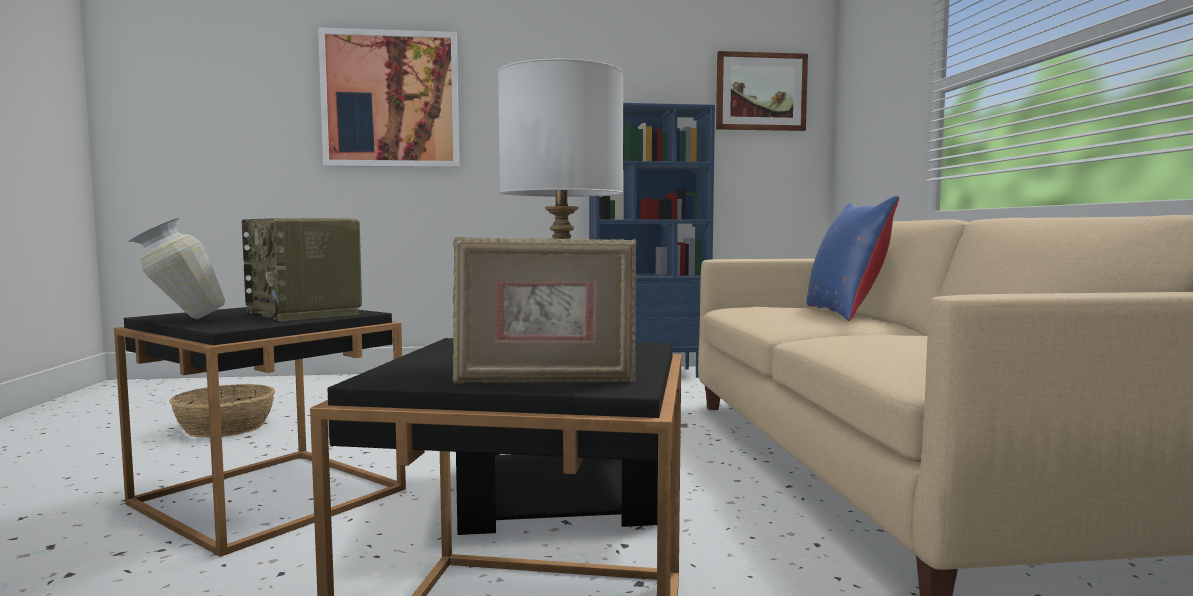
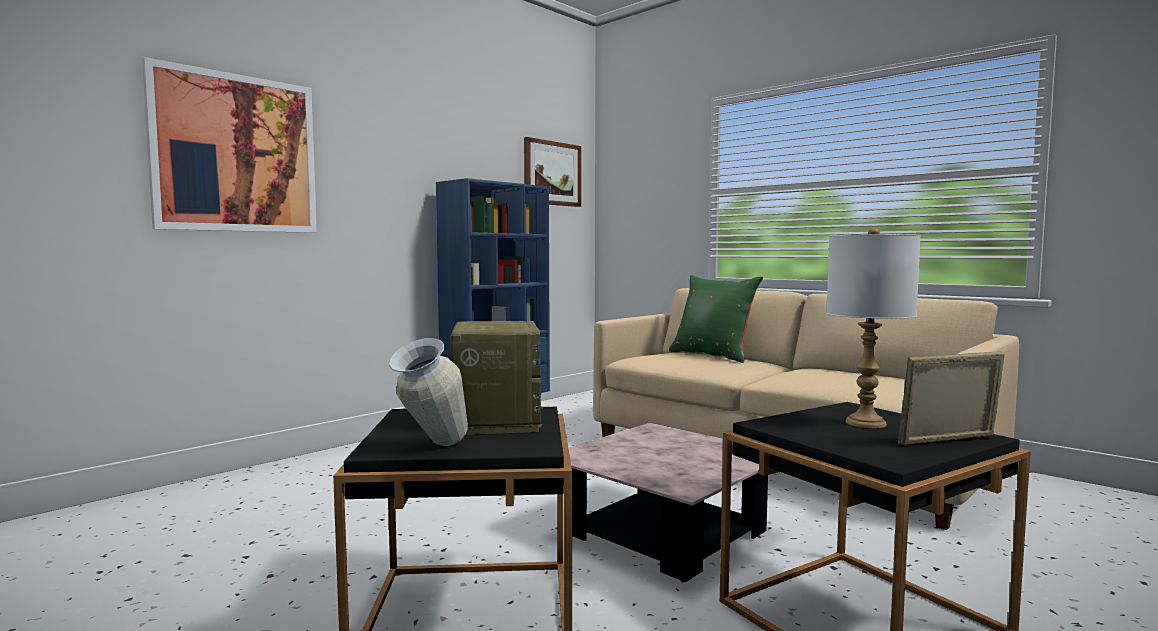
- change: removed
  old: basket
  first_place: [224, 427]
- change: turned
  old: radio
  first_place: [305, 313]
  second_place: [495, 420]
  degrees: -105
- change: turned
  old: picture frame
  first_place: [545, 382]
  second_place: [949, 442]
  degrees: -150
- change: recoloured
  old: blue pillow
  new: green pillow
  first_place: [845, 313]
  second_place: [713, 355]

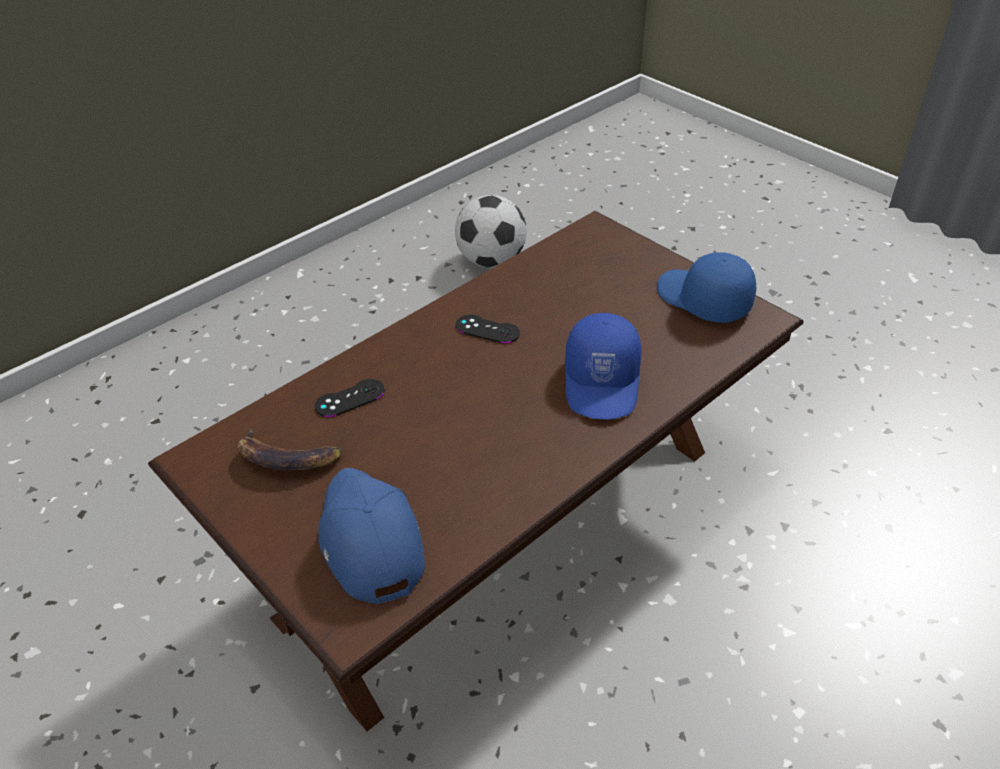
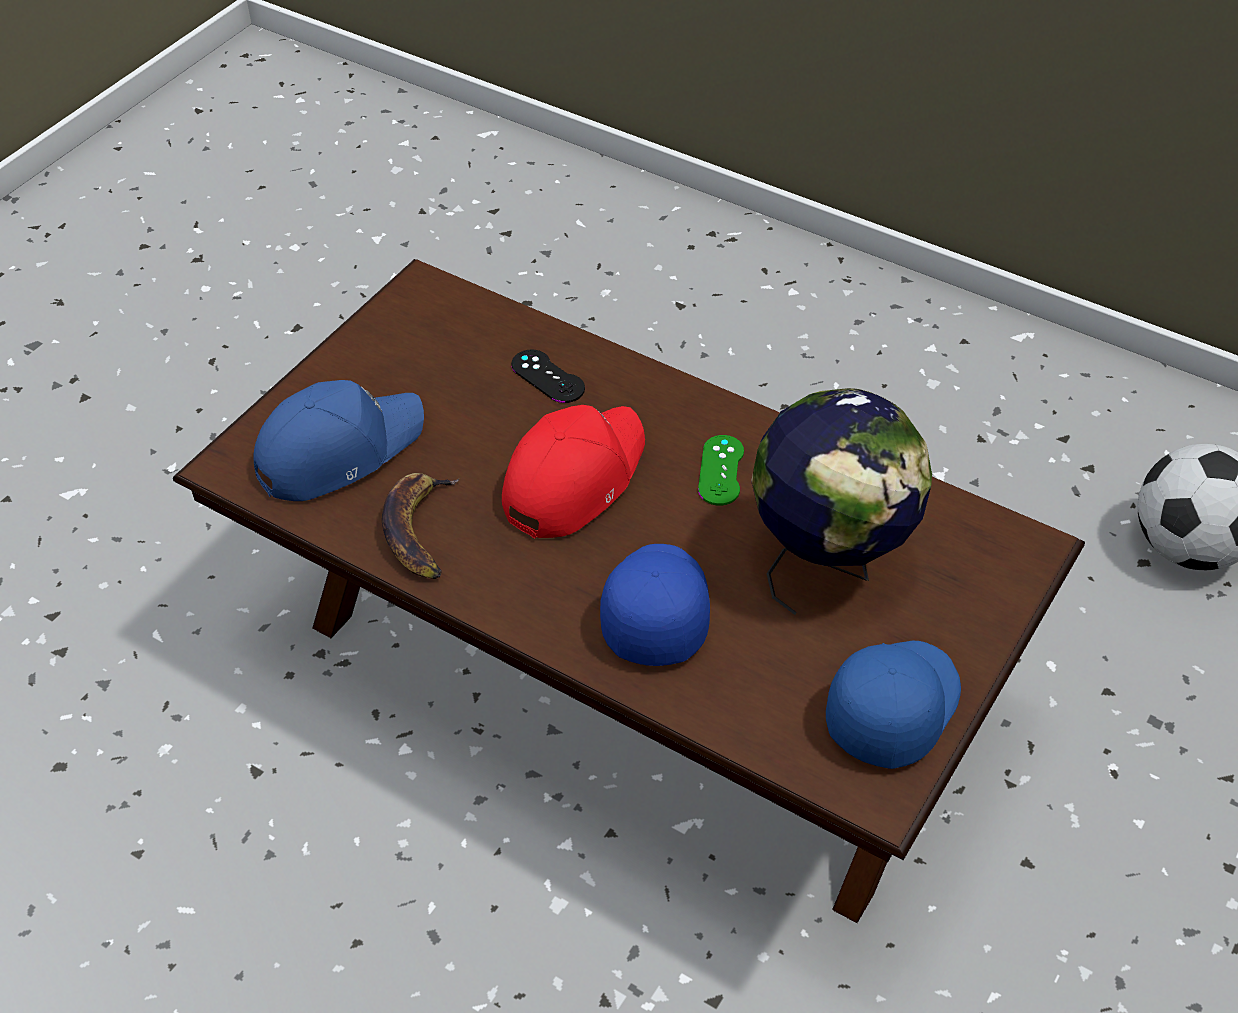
- change: moved
  old: banana
  first_place: [286, 458]
  second_place: [419, 530]
- change: recoloured
  old: black game controller
  new: green game controller
  first_place: [487, 329]
  second_place: [721, 470]
- change: turned
  old: blue cap
  first_place: [603, 382]
  second_place: [654, 610]
  degrees: 105
- change: added
  new: red cap
  second_place: [573, 478]
- change: added
  new: globe
  second_place: [829, 566]

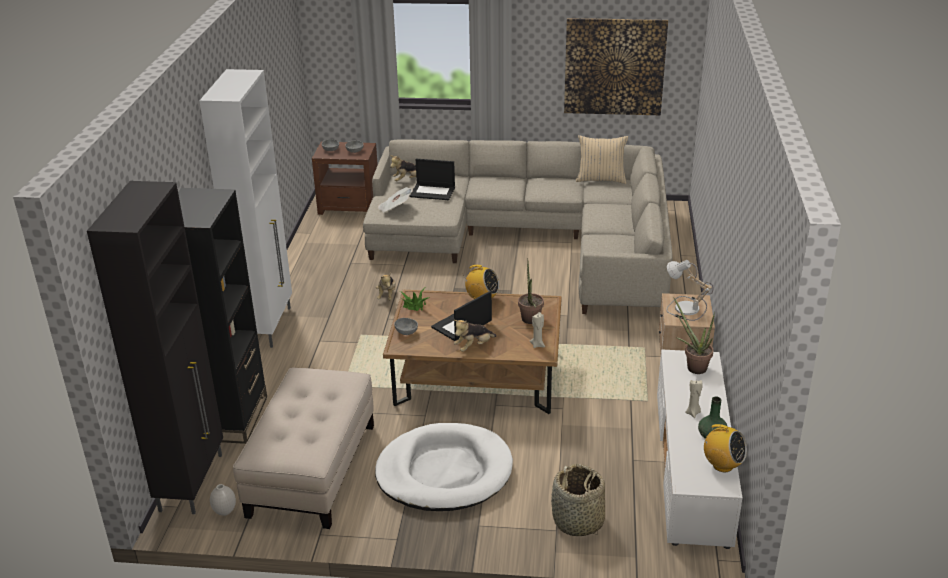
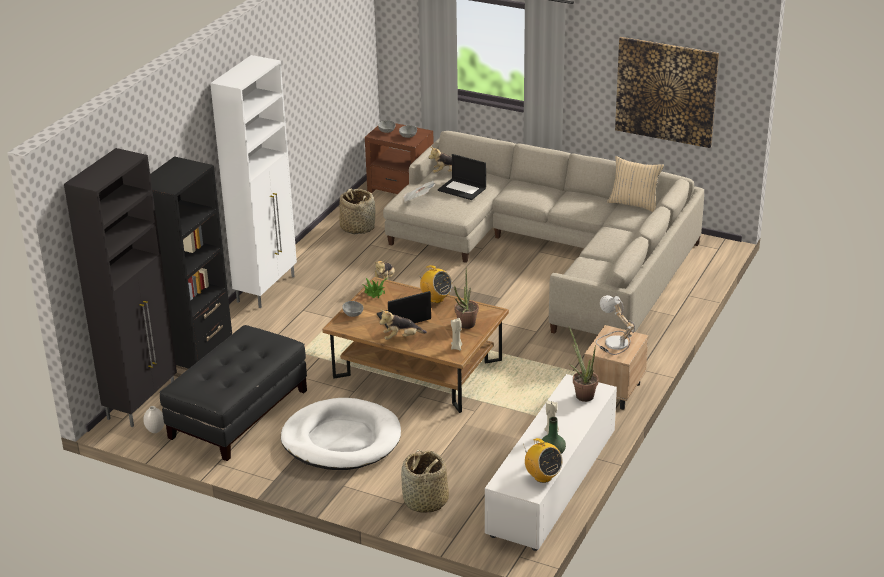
- change: recoloured
  old: beige ottoman
  new: black ottoman
  first_place: [311, 469]
  second_place: [238, 413]
- change: added
  new: basket
  second_place: [357, 227]

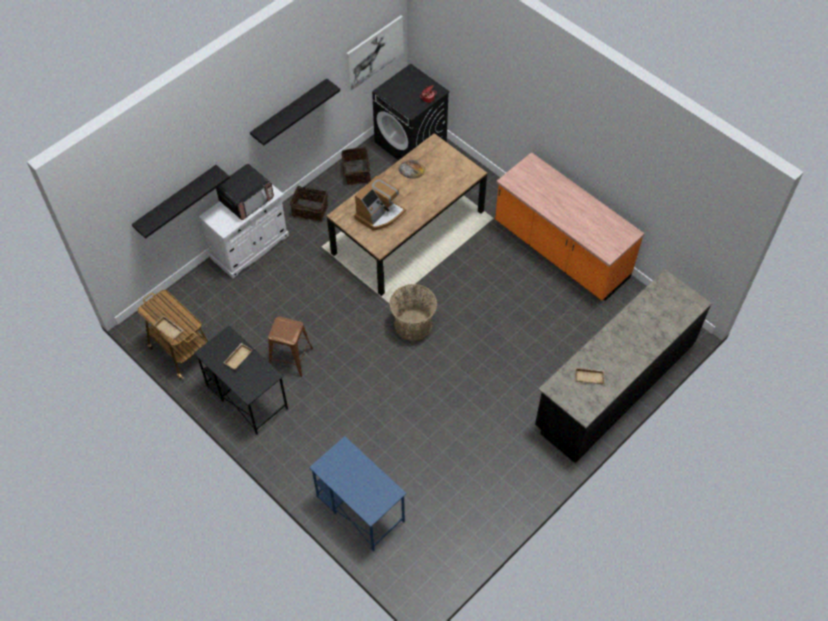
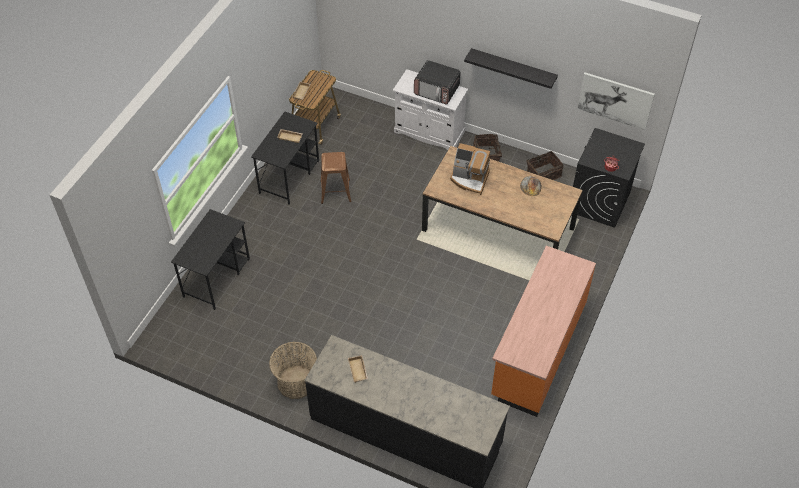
- change: removed
  old: black shelf
  first_place: [176, 200]
- change: recoloured
  old: blue desk
  new: black desk
  first_place: [359, 508]
  second_place: [217, 277]
- change: moved
  old: basket
  first_place: [413, 325]
  second_place: [296, 382]

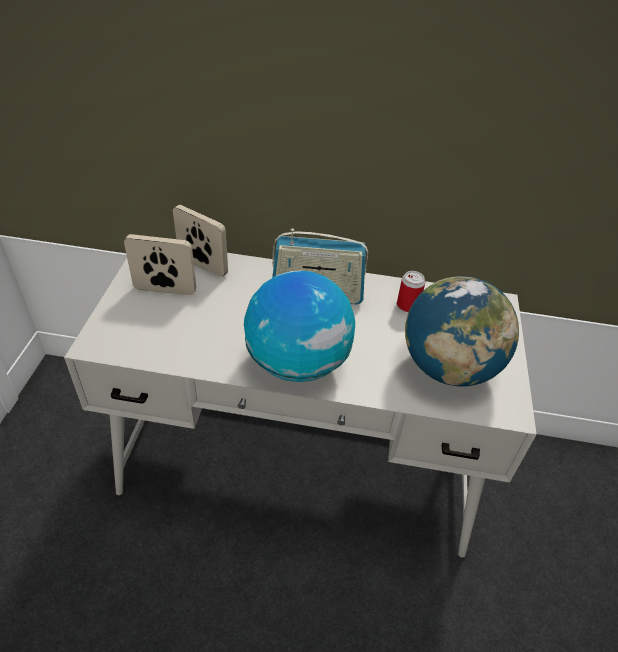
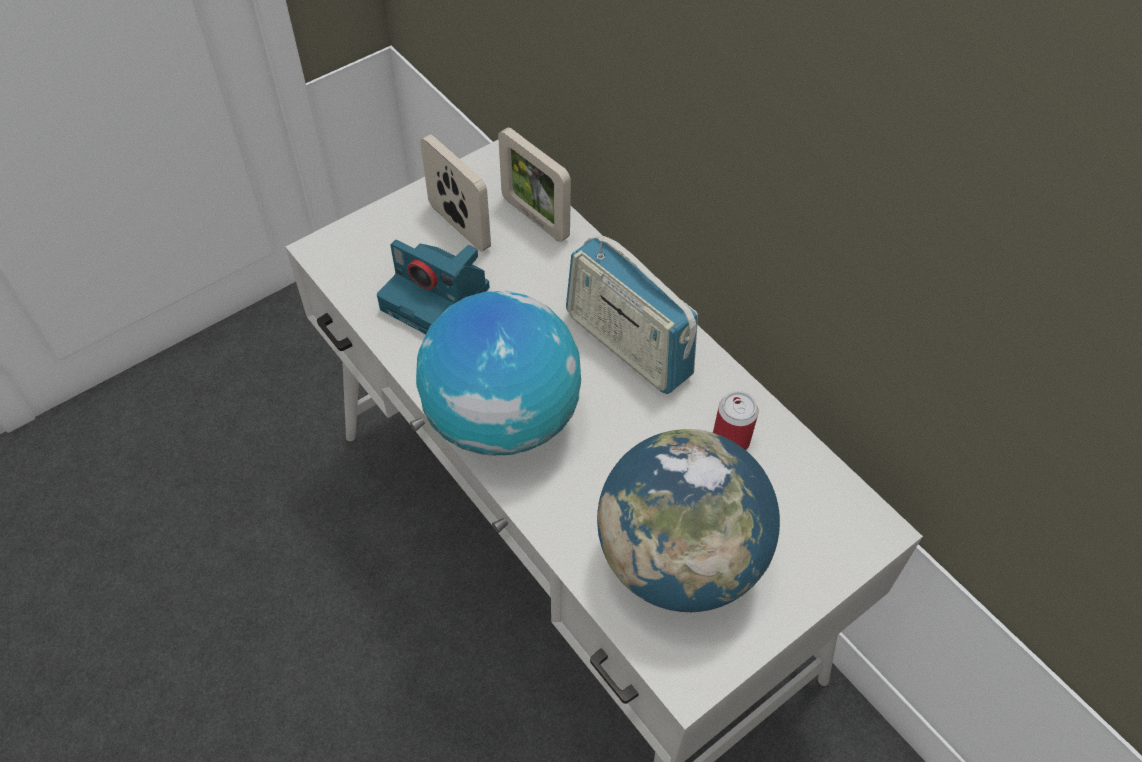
- change: turned
  old: picture frame
  first_place: [203, 265]
  second_place: [535, 218]
  degrees: 150
- change: added
  new: photo camera
  second_place: [438, 298]

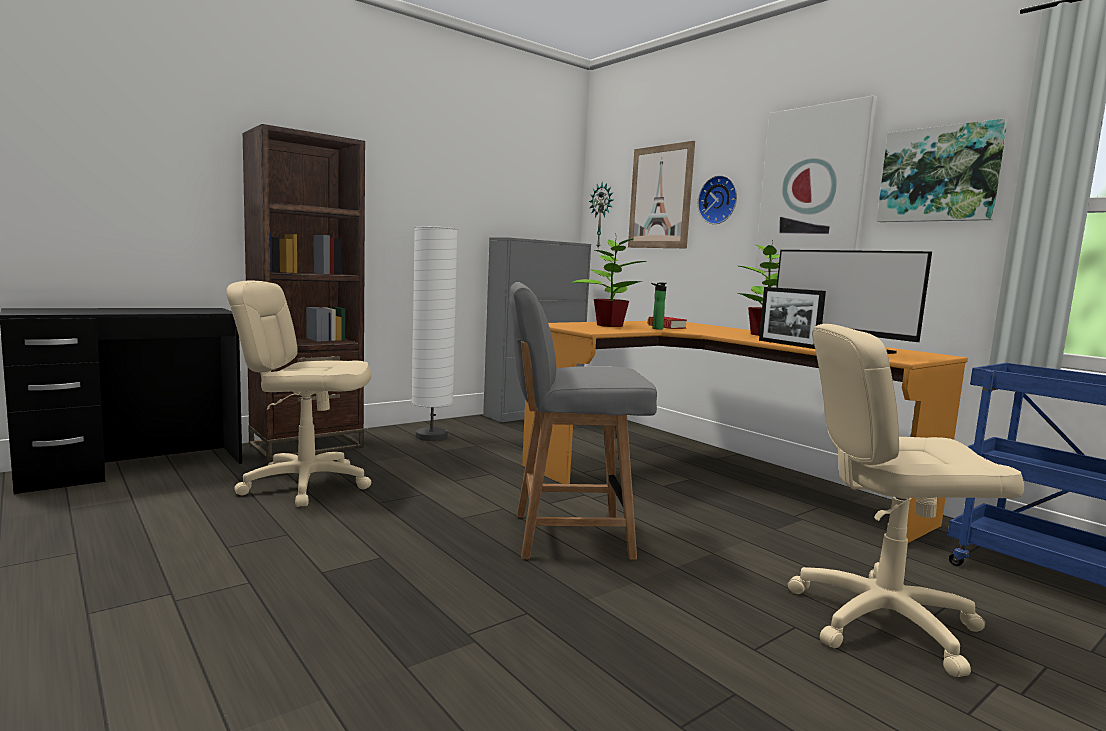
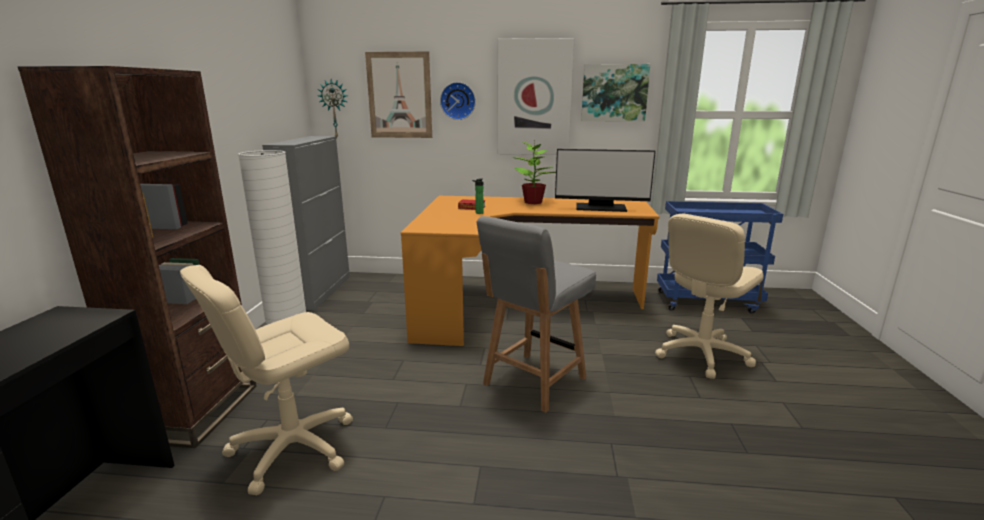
- change: removed
  old: potted plant
  first_place: [609, 325]
- change: removed
  old: picture frame
  first_place: [787, 344]

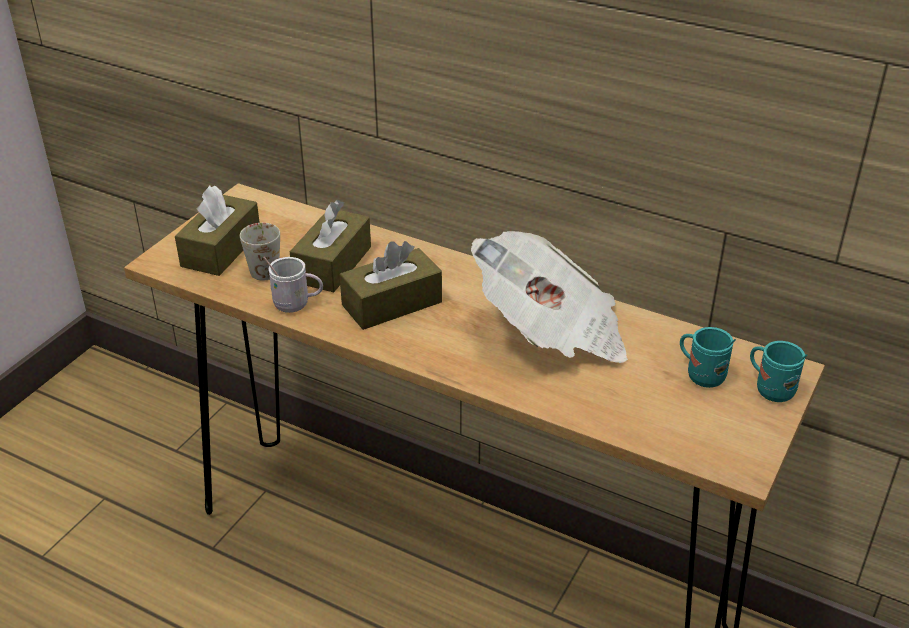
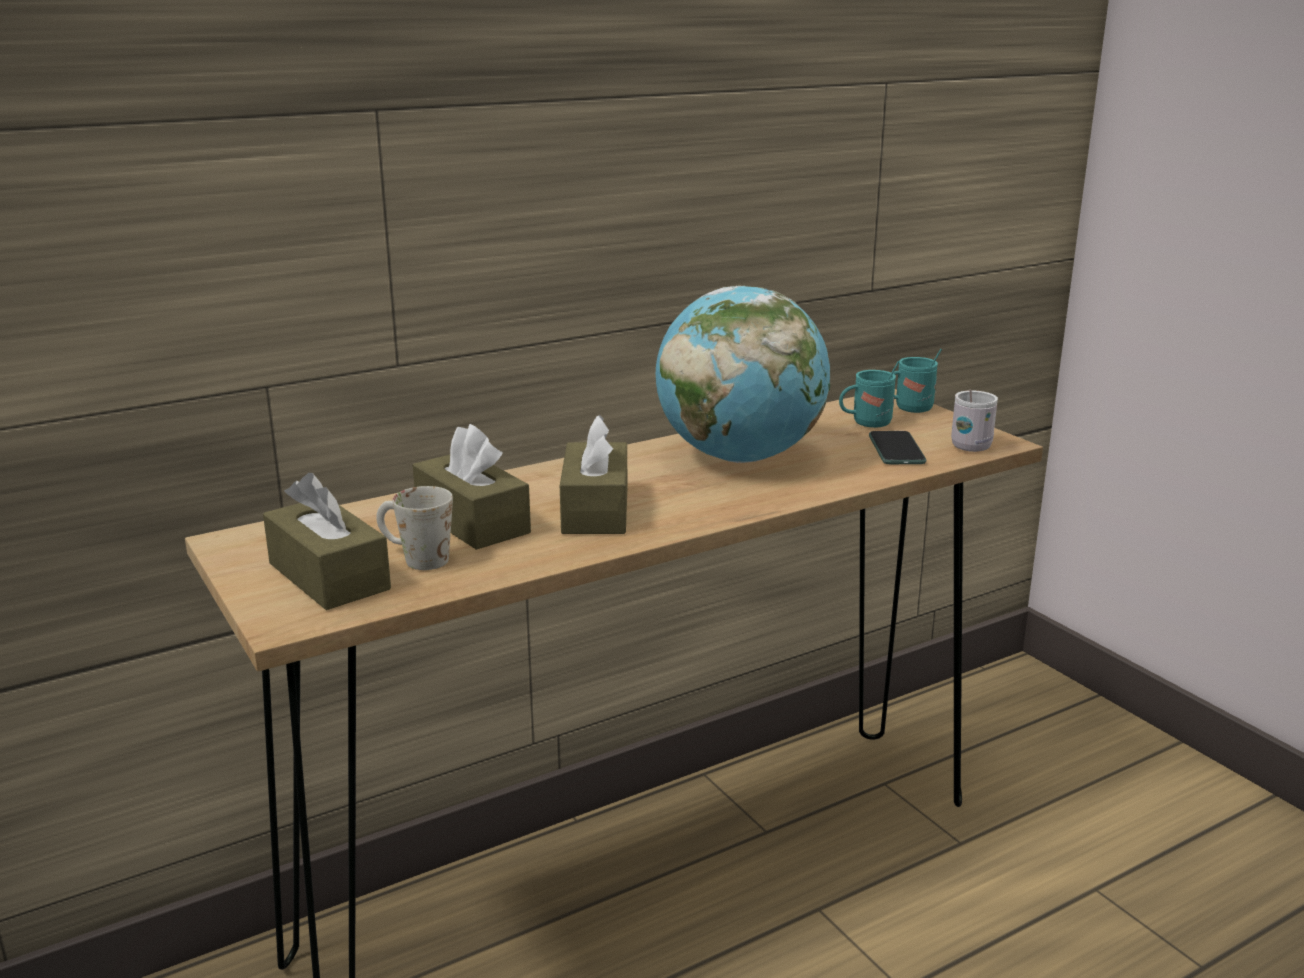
- change: moved
  old: white mug
  first_place: [297, 305]
  second_place: [973, 445]
- change: replaced
  old: newspaper
  new: globe
  first_place: [551, 332]
  second_place: [740, 457]
- change: added
  new: phone
  second_place: [896, 450]

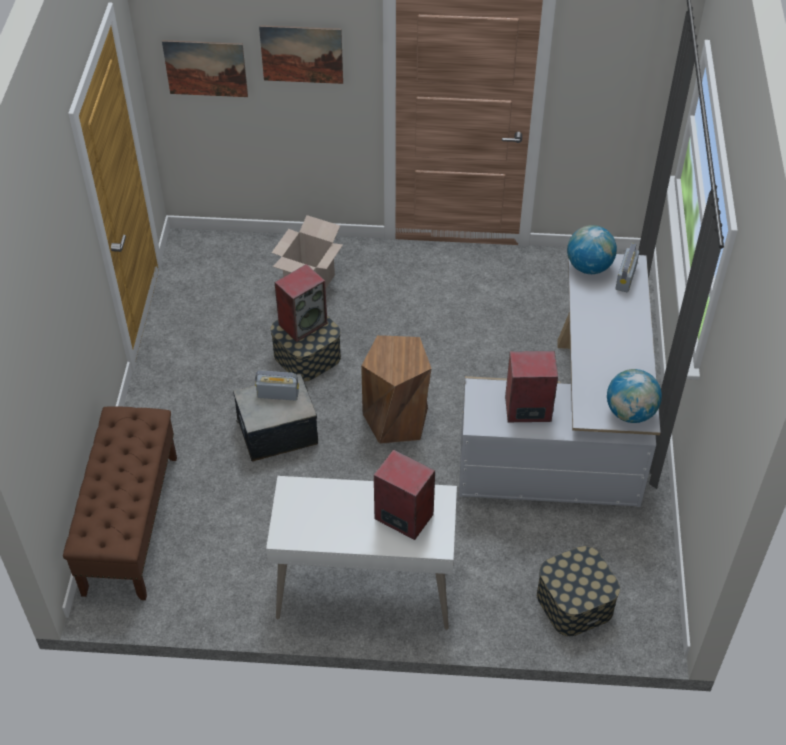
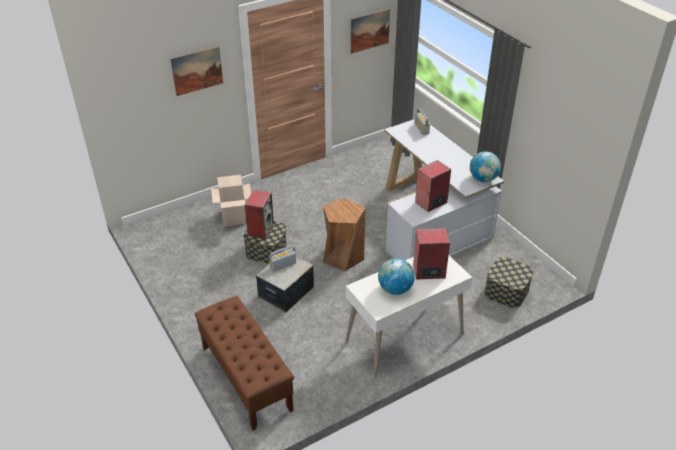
- change: moved
  old: picture
  first_place: [205, 68]
  second_place: [369, 31]
- change: moved
  old: globe
  first_place: [589, 267]
  second_place: [395, 289]

